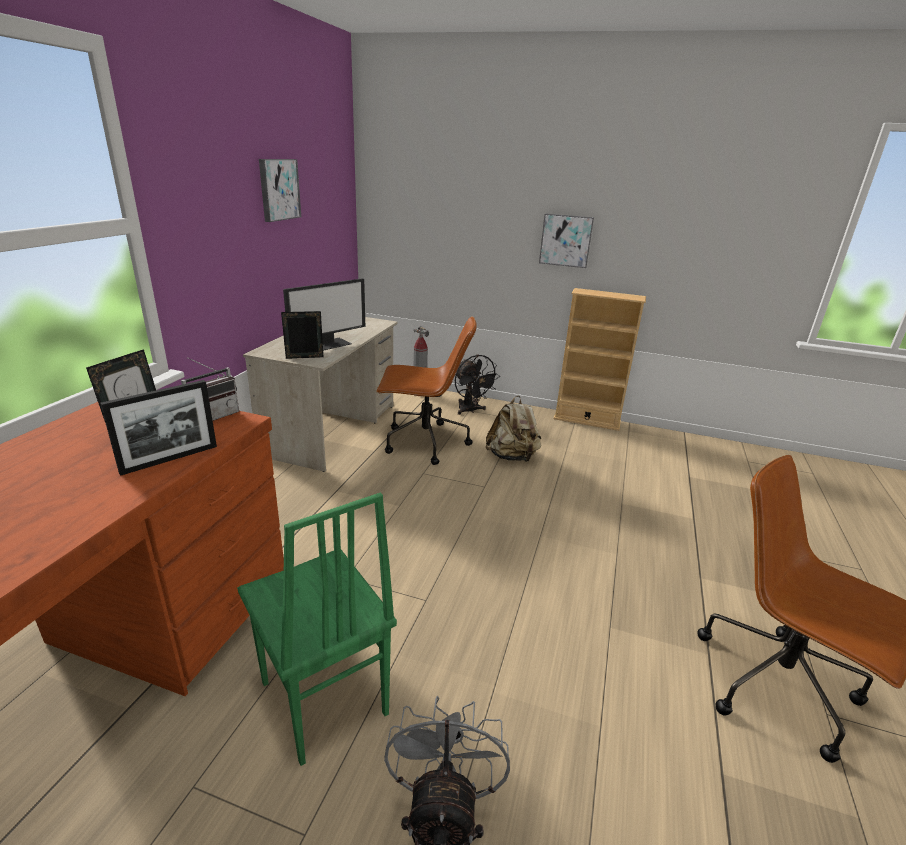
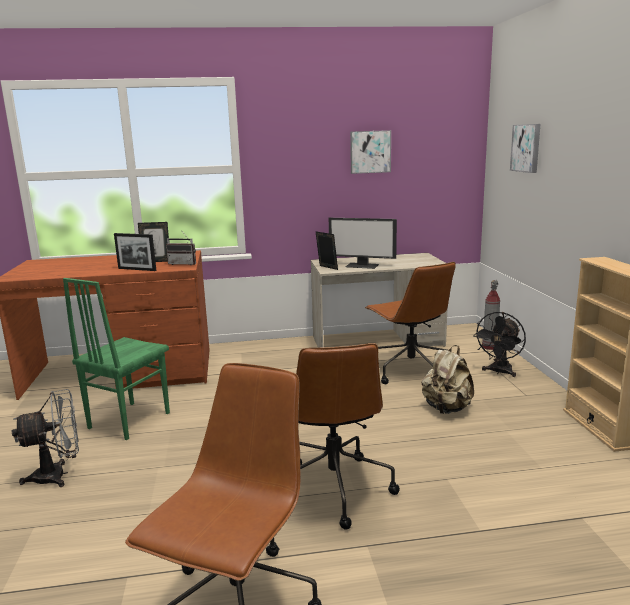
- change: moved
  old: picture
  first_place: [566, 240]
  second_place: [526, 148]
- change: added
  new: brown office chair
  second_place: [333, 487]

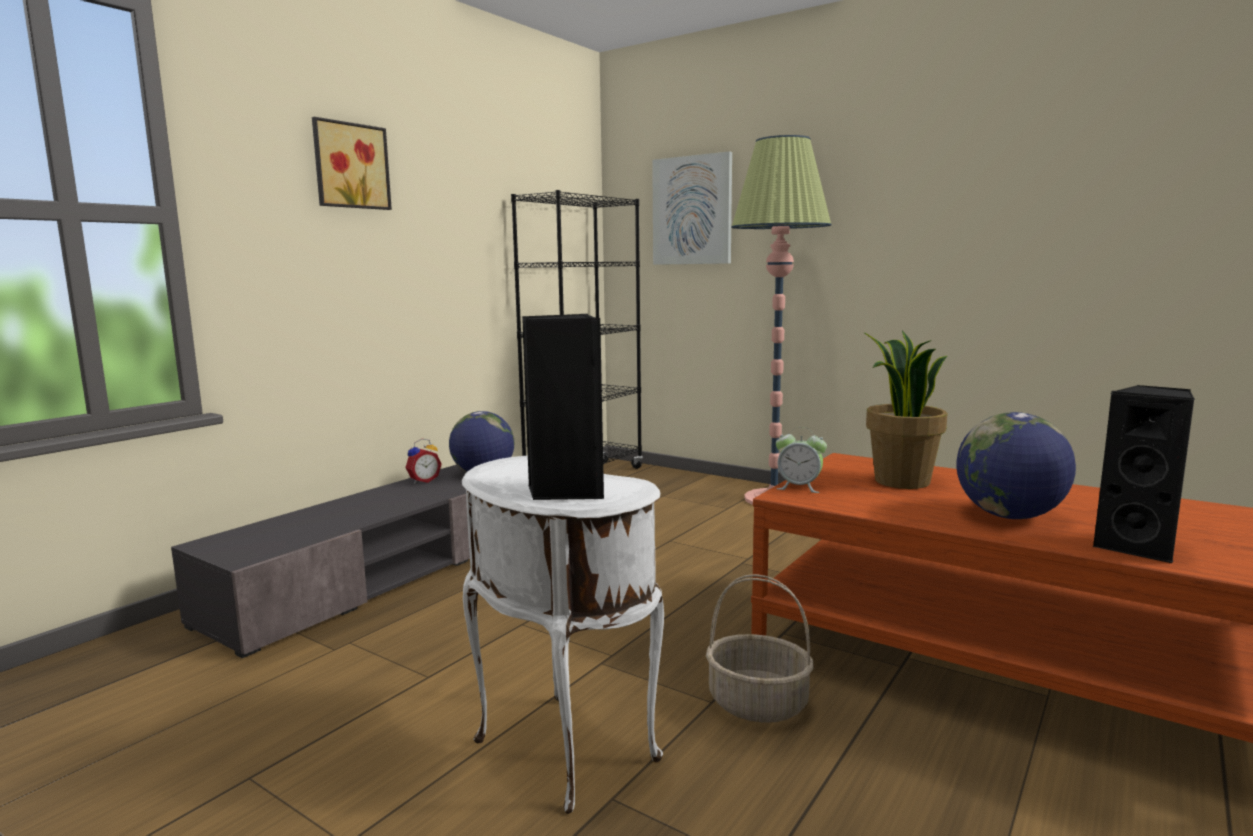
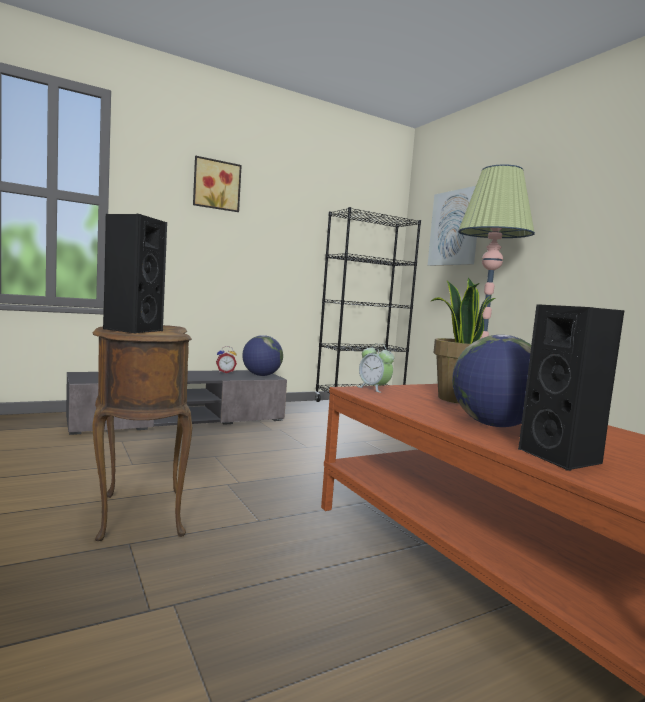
- change: recoloured
  old: white side table
  new: brown side table
  first_place: [560, 753]
  second_place: [138, 514]
- change: removed
  old: basket
  first_place: [759, 703]

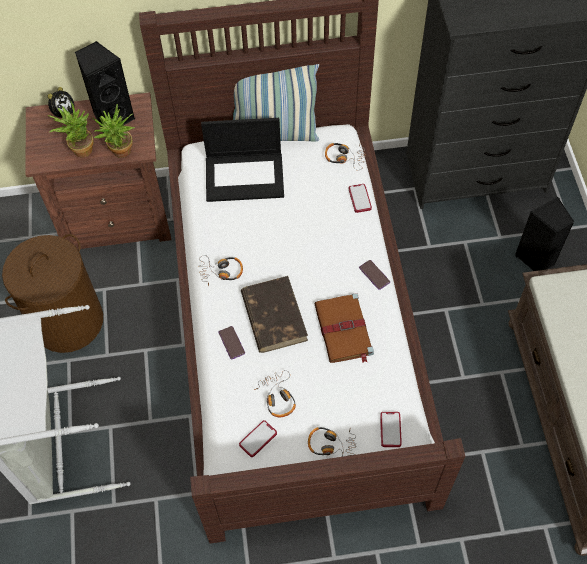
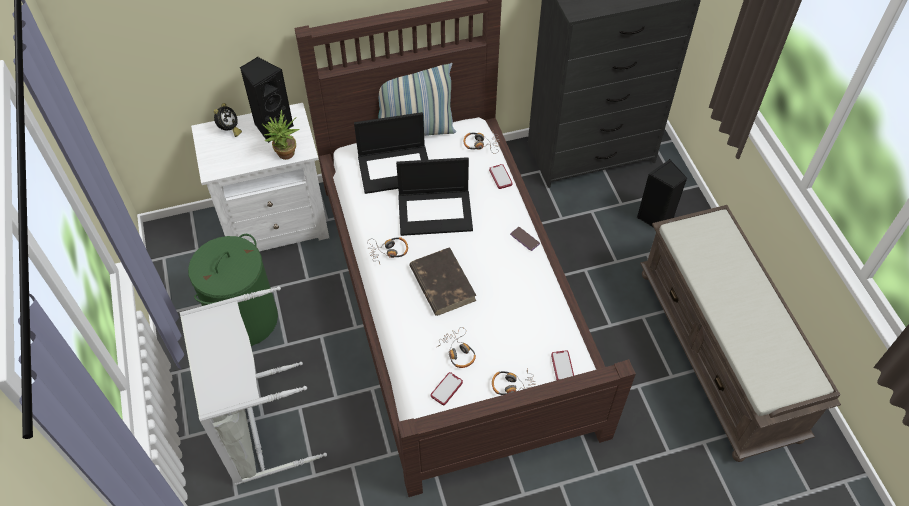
- change: recoloured
  old: brown laundry basket
  new: green laundry basket
  first_place: [68, 321]
  second_place: [245, 319]
- change: recoloured
  old: brown nightstand
  new: white nightstand
  first_place: [118, 217]
  second_place: [277, 223]
- change: removed
  old: potted plant
  first_place: [79, 149]
- change: removed
  old: phone
  first_place: [231, 343]
- change: removed
  old: brown book
  first_place: [344, 331]
- change: added
  new: laptop
  second_place: [436, 212]

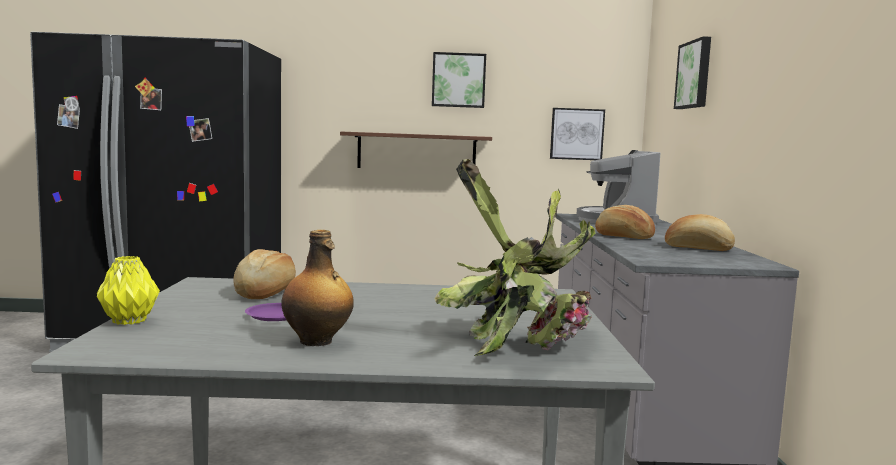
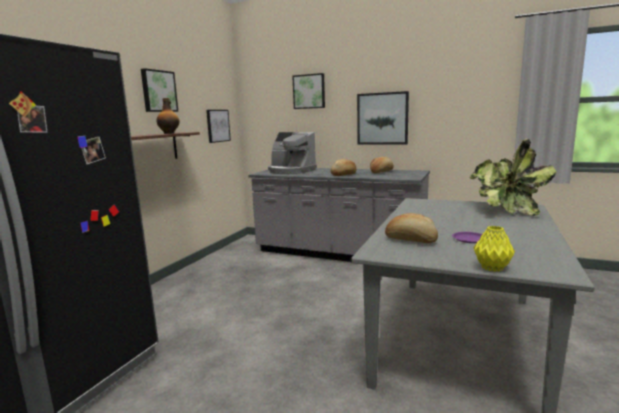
- change: moved
  old: bottle
  first_place: [317, 341]
  second_place: [169, 133]
- change: added
  new: picture
  second_place: [382, 118]

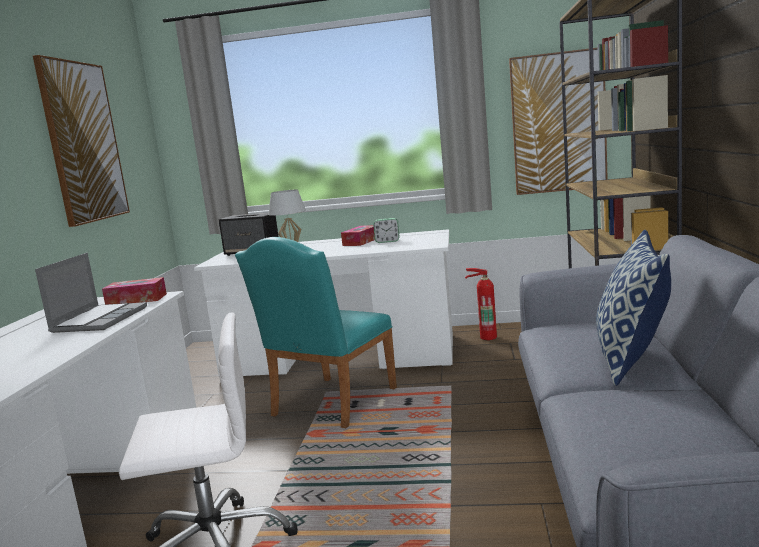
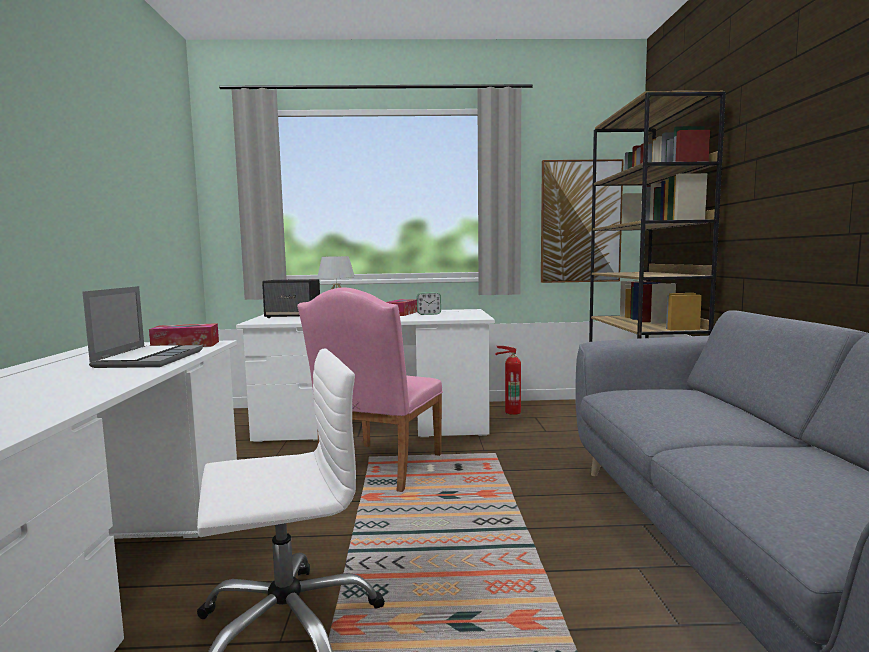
- change: removed
  old: picture
  first_place: [83, 142]
- change: recoloured
  old: turquoise chair
  new: pink chair
  first_place: [329, 405]
  second_place: [377, 469]
- change: removed
  old: pillow
  first_place: [631, 360]

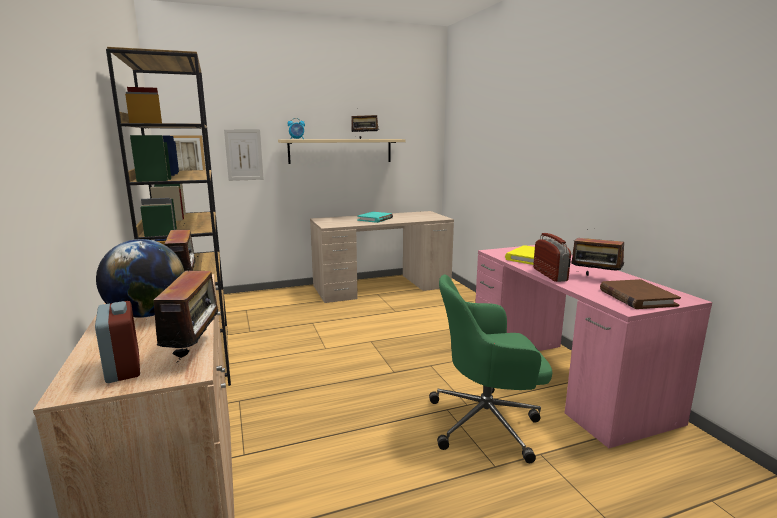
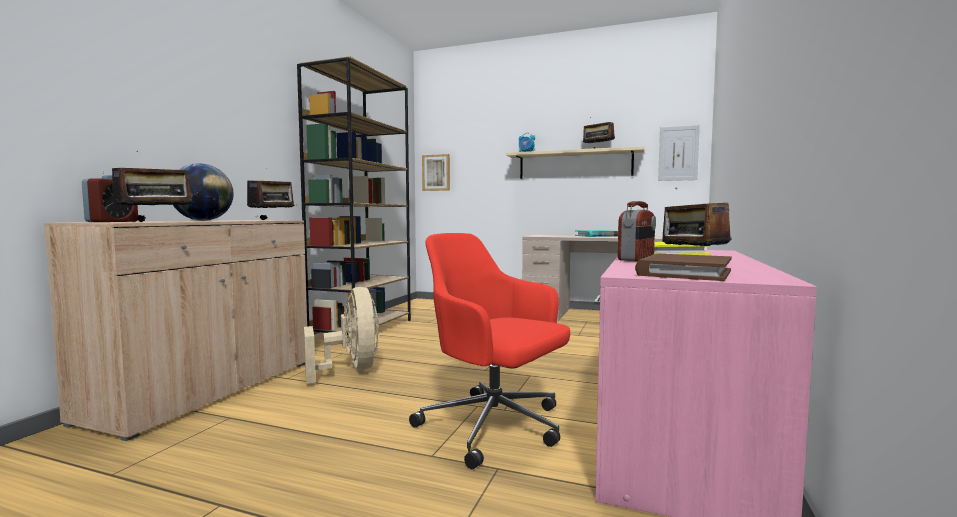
- change: moved
  old: picture
  first_place: [244, 154]
  second_place: [678, 153]
- change: recoloured
  old: green office chair
  new: red office chair
  first_place: [487, 422]
  second_place: [495, 427]
- change: added
  new: beige fan
  second_place: [351, 370]

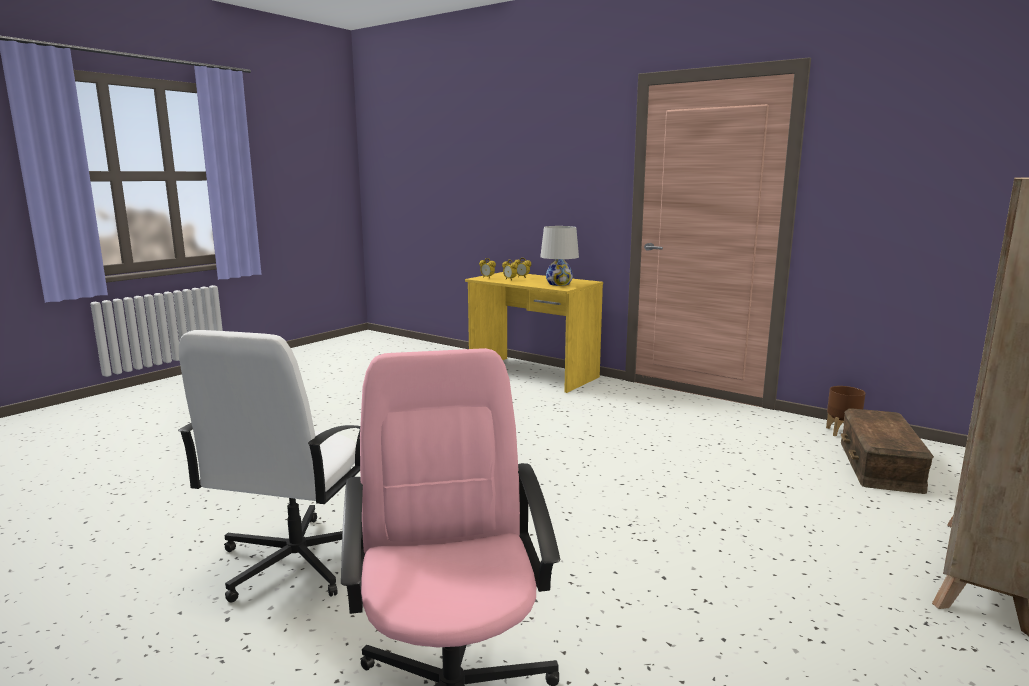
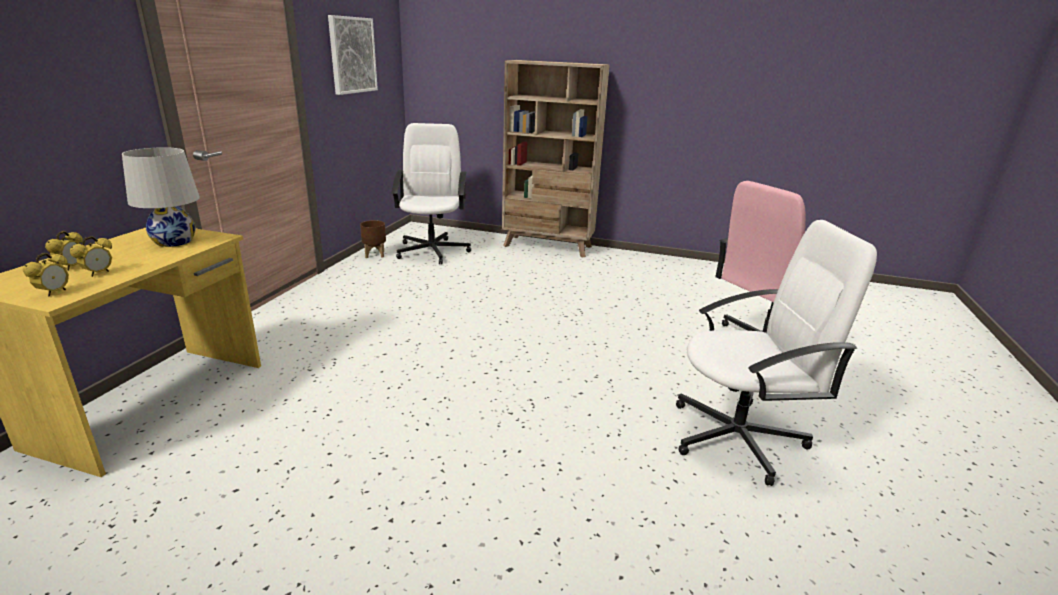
- change: replaced
  old: brown storage box
  new: white office chair
  first_place: [881, 465]
  second_place: [432, 251]
- change: added
  new: picture
  second_place: [352, 55]

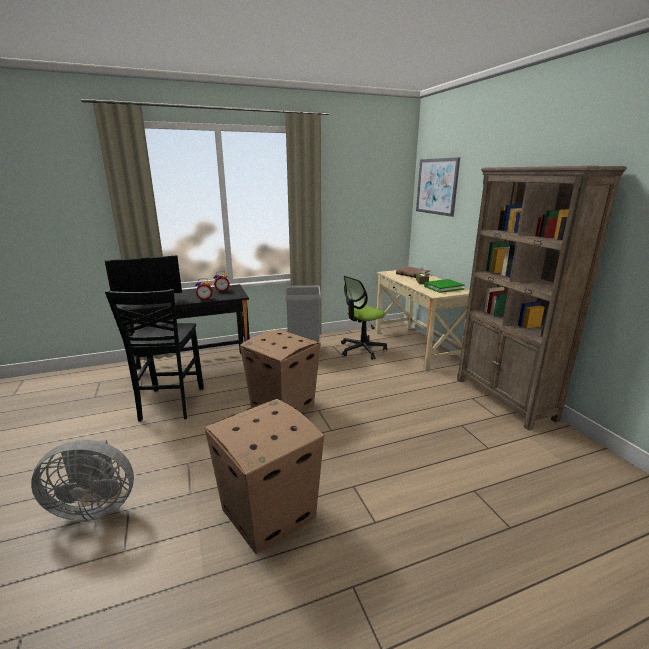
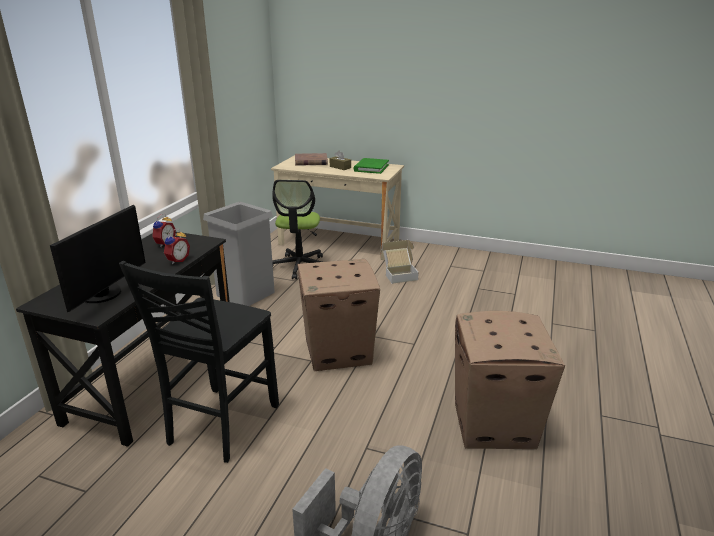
- change: turned
  old: black chair
  first_place: [170, 404]
  second_place: [221, 425]
  degrees: 75
- change: removed
  old: picture
  first_place: [437, 186]
- change: removed
  old: brown bookcase
  first_place: [504, 399]
- change: added
  new: cardboard box
  second_place: [399, 274]

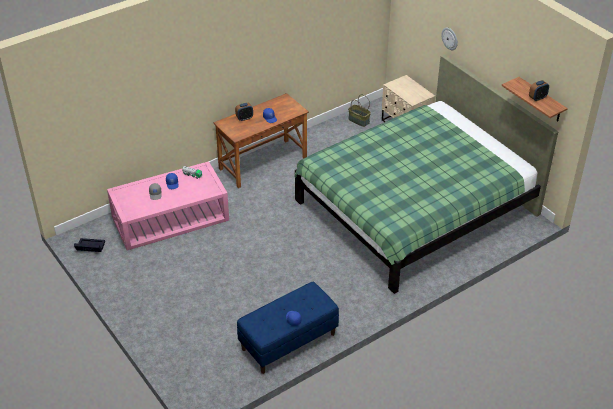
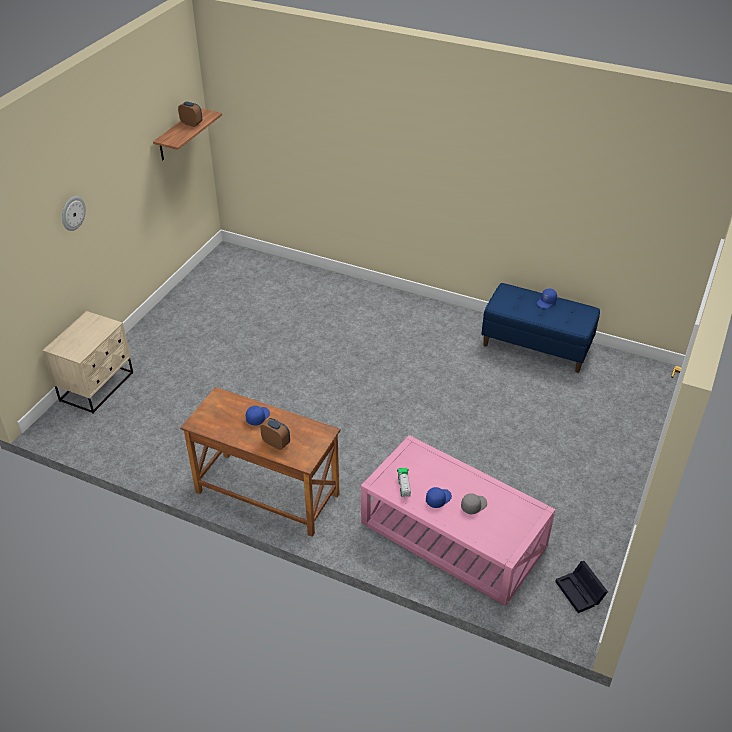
- change: removed
  old: green bed
  first_place: [415, 207]
- change: removed
  old: basket
  first_place: [358, 121]

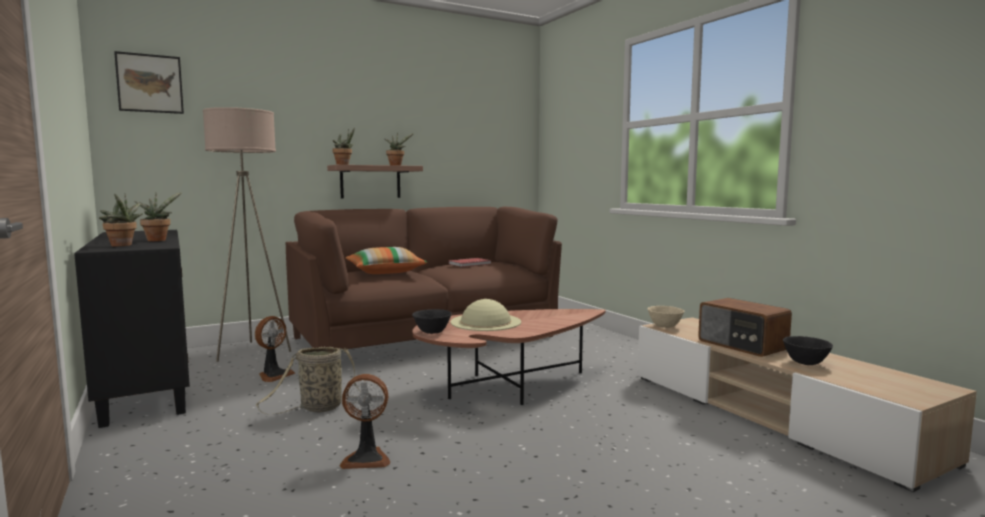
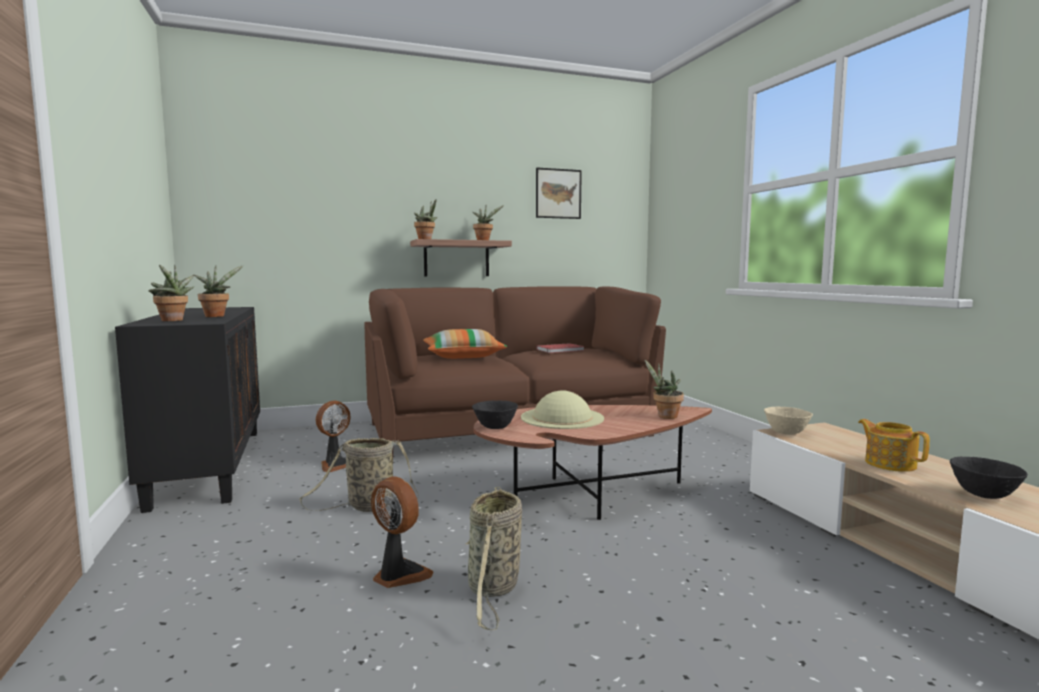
- change: moved
  old: picture
  first_place: [150, 83]
  second_place: [558, 193]
- change: removed
  old: beige floor lamp
  first_place: [253, 351]
- change: turned
  old: fan
  first_place: [367, 458]
  second_place: [398, 575]
  degrees: -150
- change: replaced
  old: radio
  new: teapot
  first_place: [741, 345]
  second_place: [889, 464]
- change: added
  new: basket
  second_place: [493, 589]
- change: added
  new: potted plant
  second_place: [664, 416]

